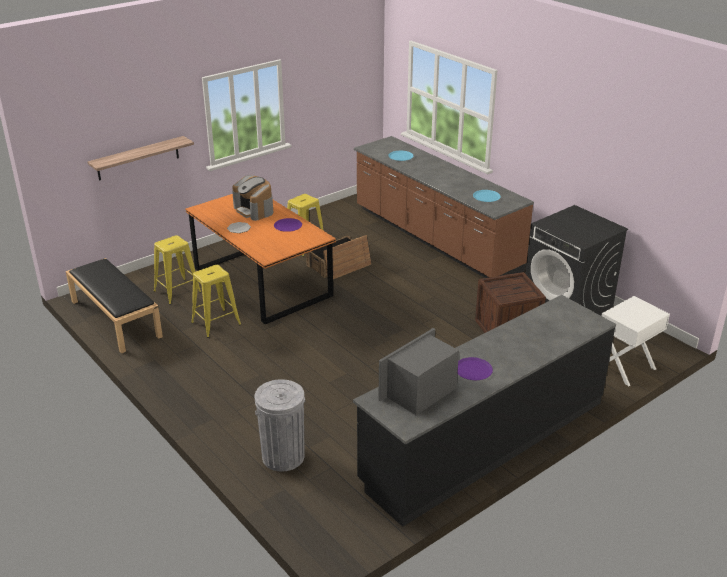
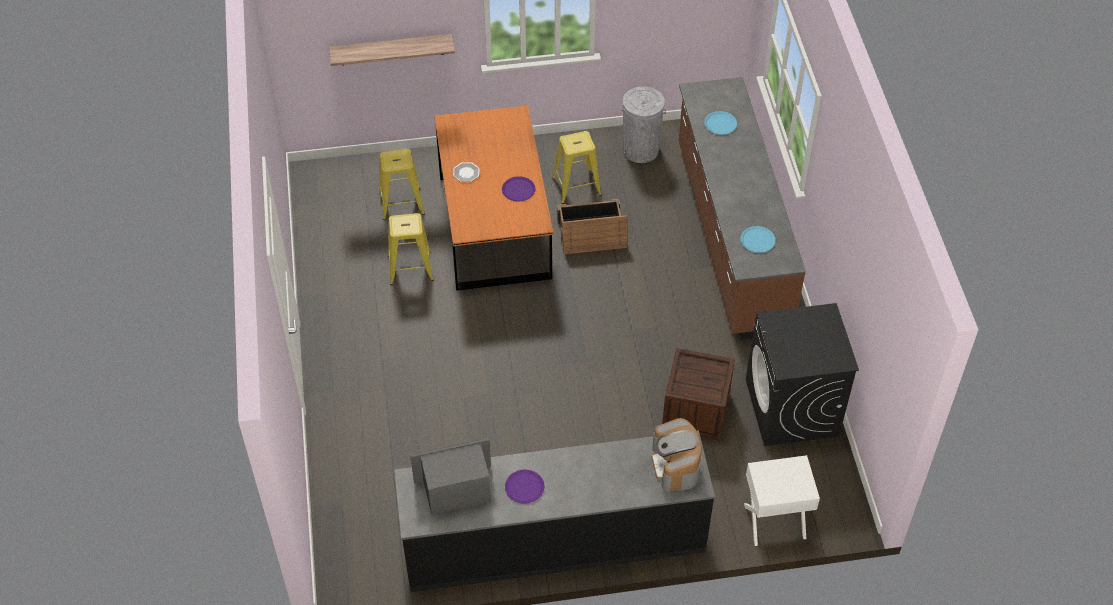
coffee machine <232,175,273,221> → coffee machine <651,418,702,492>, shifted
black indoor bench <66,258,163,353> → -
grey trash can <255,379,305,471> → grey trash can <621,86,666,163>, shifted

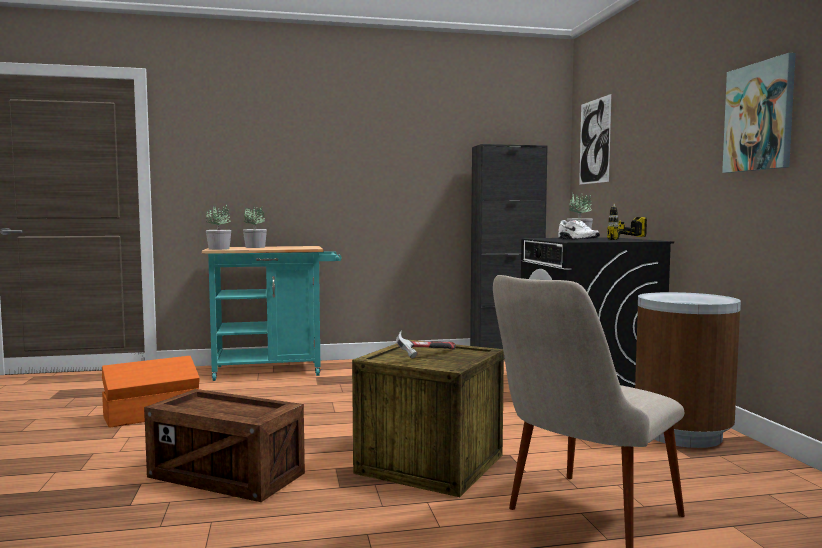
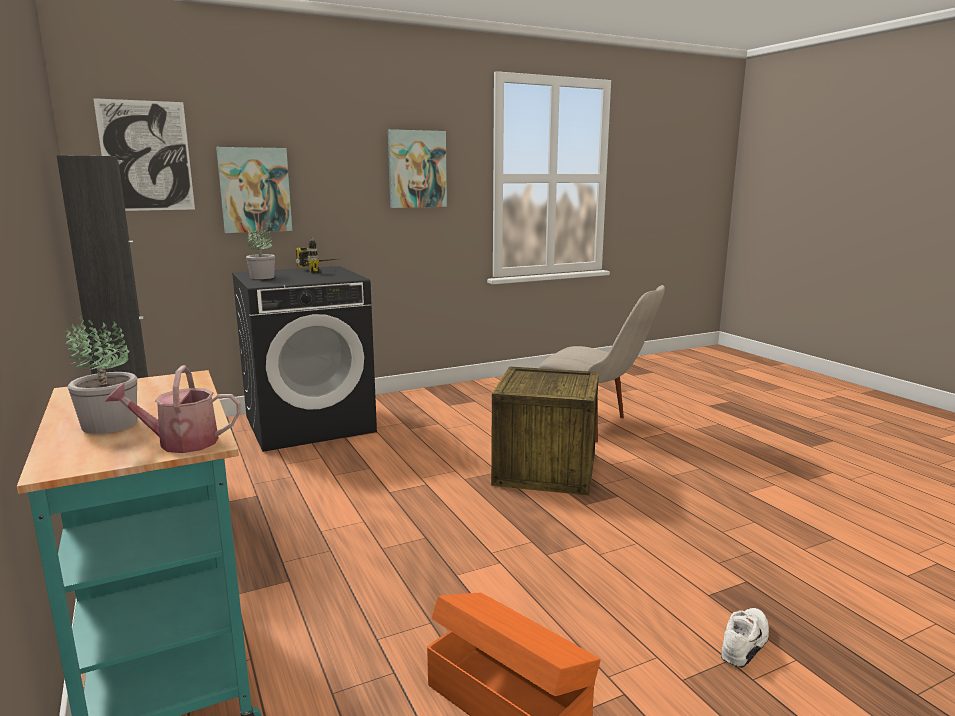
houseplant <206,205,231,250> → watering pot <105,365,241,453>
white shoe <558,220,600,239> → white shoe <721,608,769,668>, shifted
brownish trash can <635,292,741,448> → -
hammer <396,330,456,359> → -
packing crate <144,389,305,502> → -
- → picture <216,147,292,233>

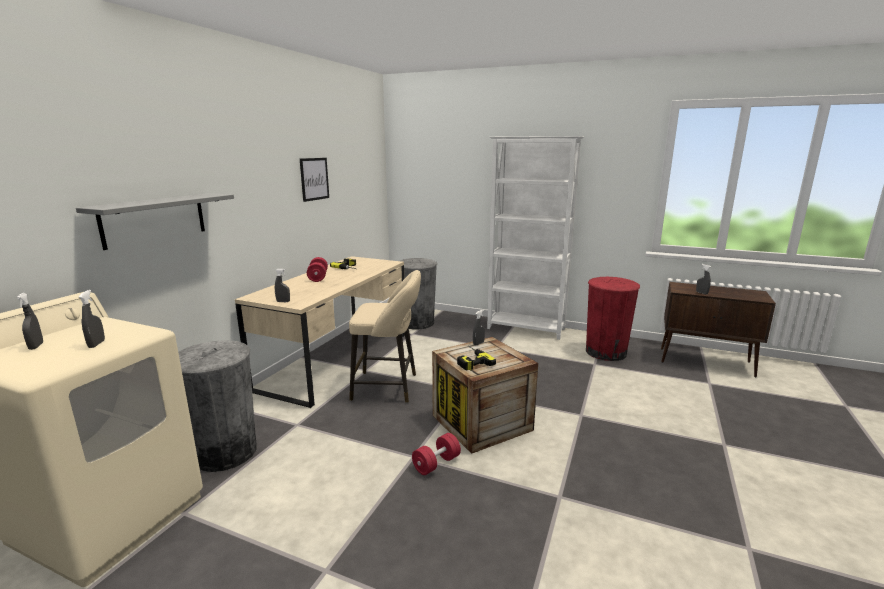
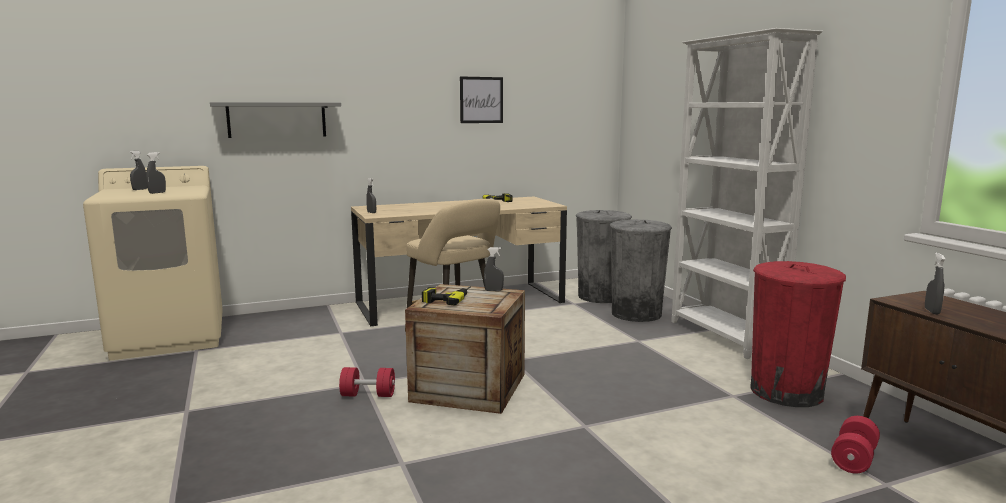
reddish hand weight <307,257,328,282> → reddish hand weight <831,416,880,473>, shifted
grey trash can <178,340,257,472> → grey trash can <610,219,672,322>, shifted

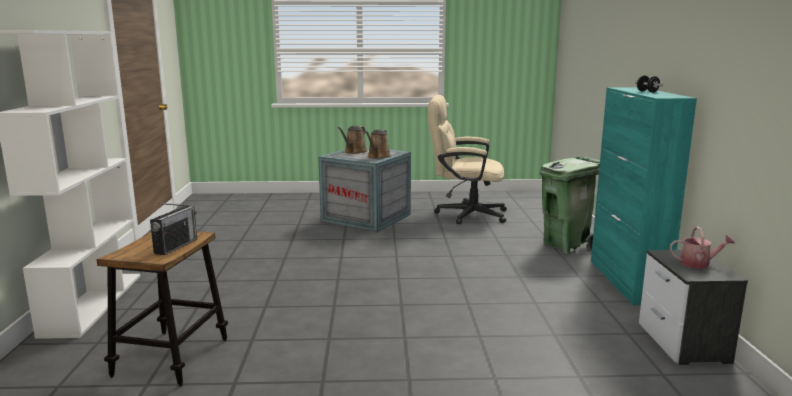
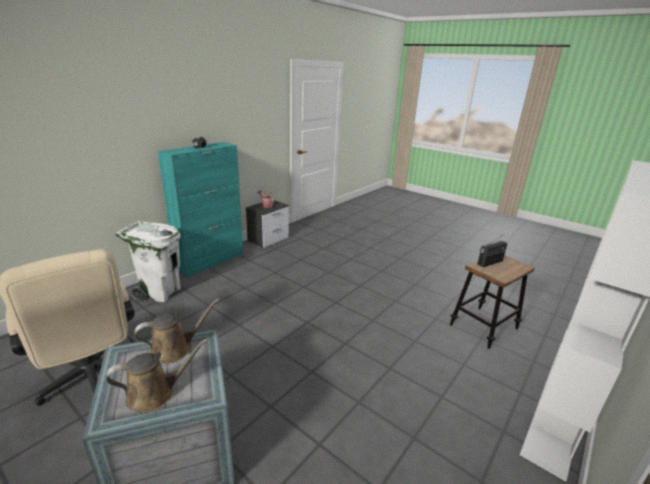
green-coloured trash can <539,156,600,254> → white trash can <115,221,181,302>

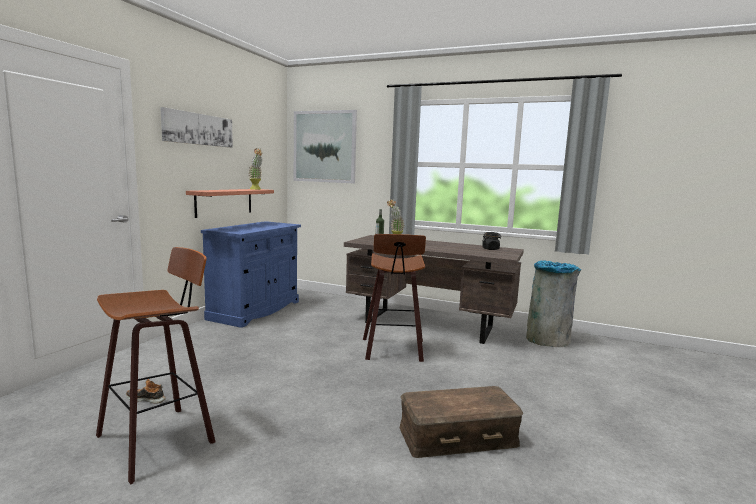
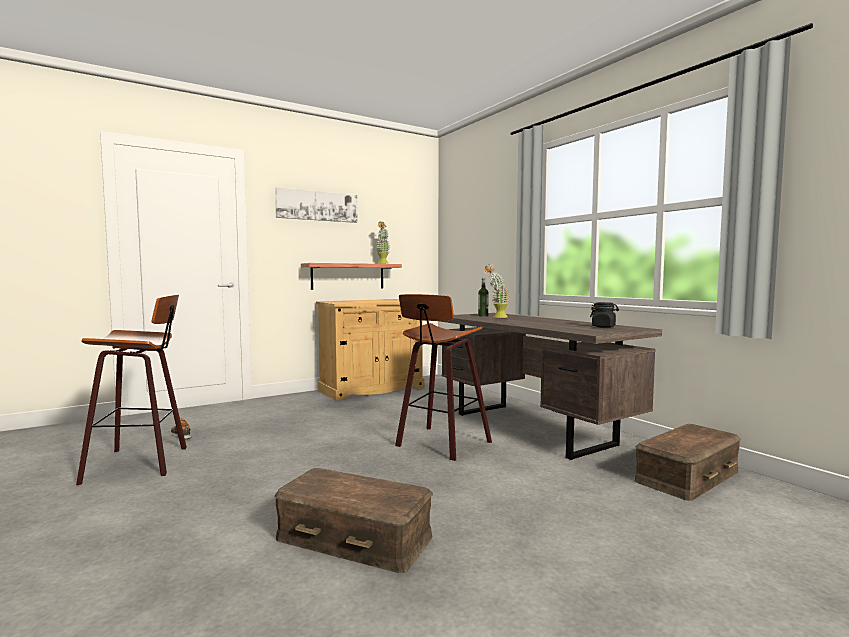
picture <294,110,357,183> → -
blue storage cabinet <201,221,301,328> → beige-coloured storage cabinet <316,299,424,400>
grey trash can <526,261,581,347> → brownish storage box <634,424,741,501>

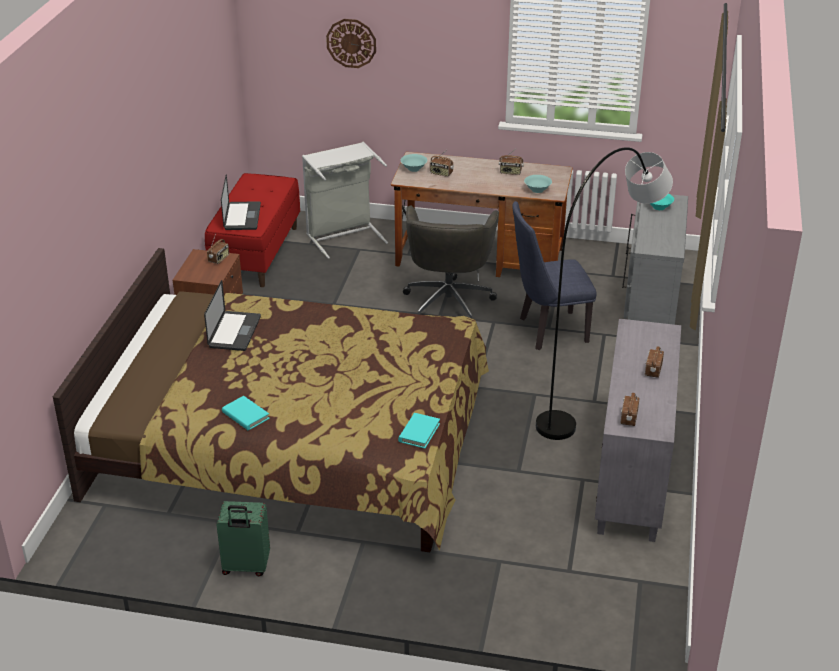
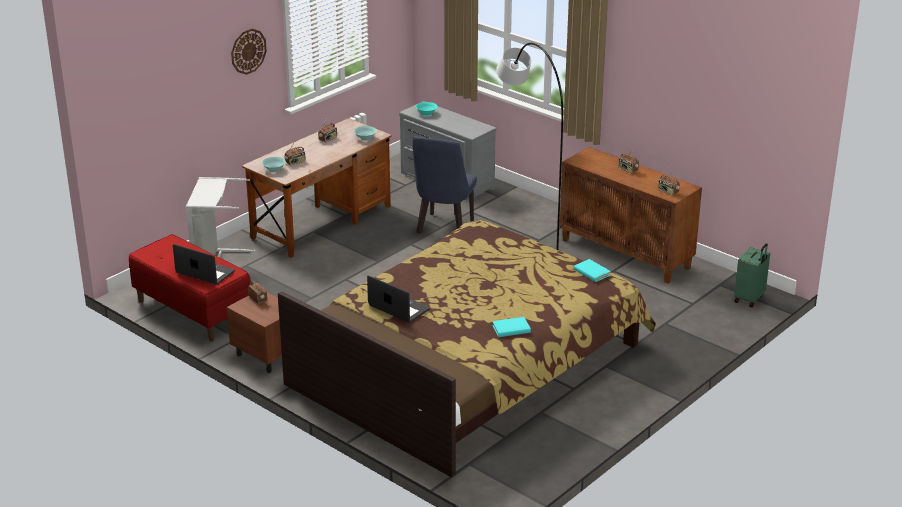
wall clock <326,19,376,68> → wall clock <231,29,267,75>, shifted
grey computer chair <403,205,499,318> → -
grey storage cabinet <595,319,681,542> → brownish storage cabinet <559,147,702,283>
green-coloured piece of luggage <217,501,270,576> → green-coloured piece of luggage <734,243,770,308>, shifted

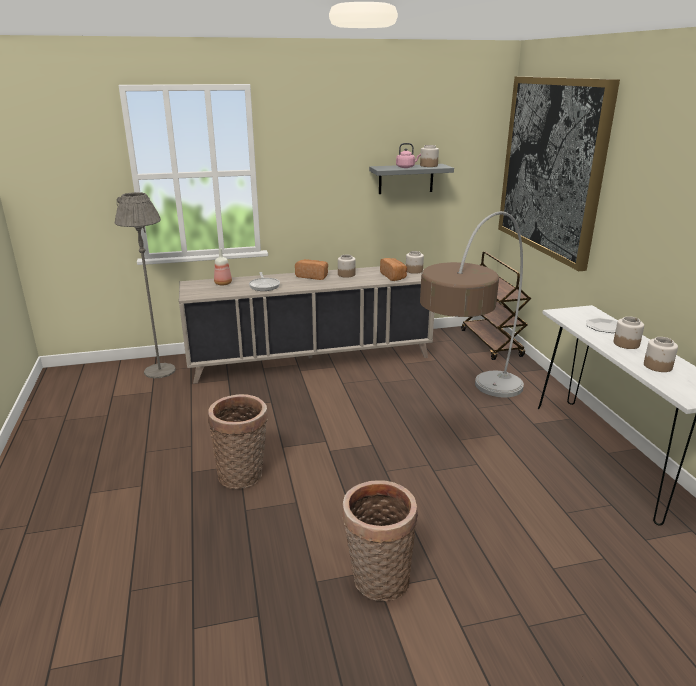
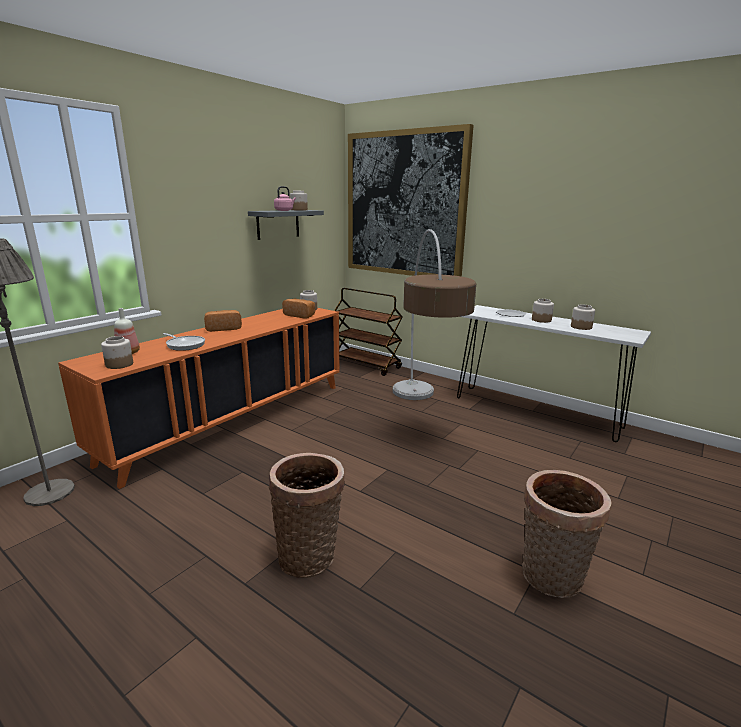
preserve jar <338,254,356,278> → preserve jar <101,336,133,369>, shifted
beige-coloured storage cabinet <179,264,434,384> → orangey storage cabinet <58,308,340,489>

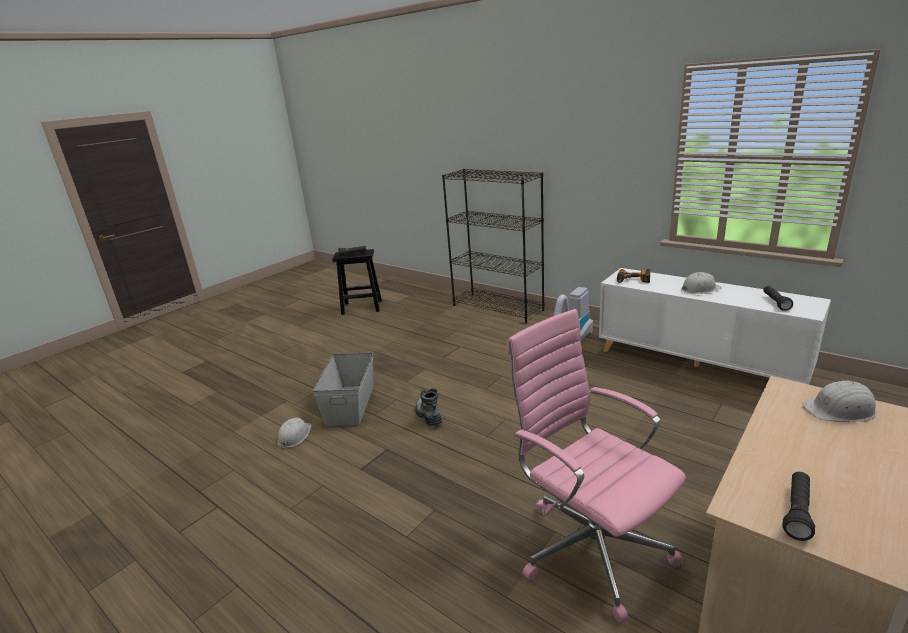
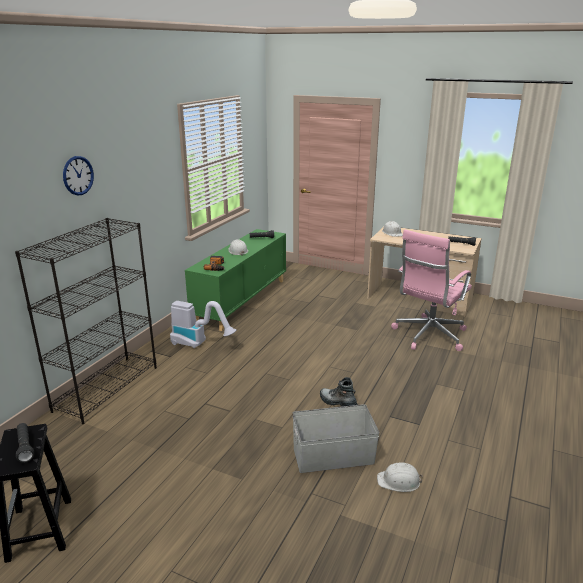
white storage cabinet <599,268,831,385> → green-coloured storage cabinet <185,229,286,331>
high-top boot <415,389,442,426> → high-top boot <320,377,358,407>, 75 degrees clockwise
- → wall clock <63,156,94,195>

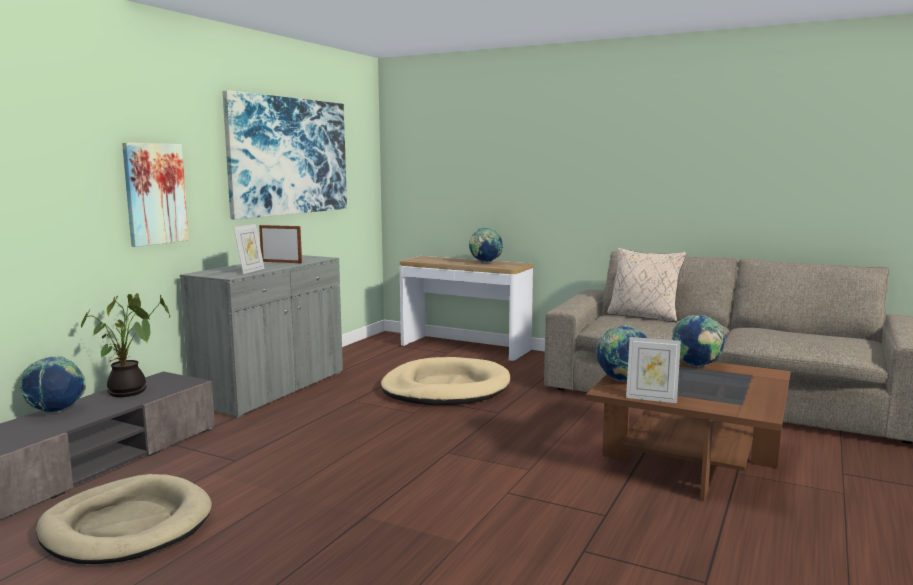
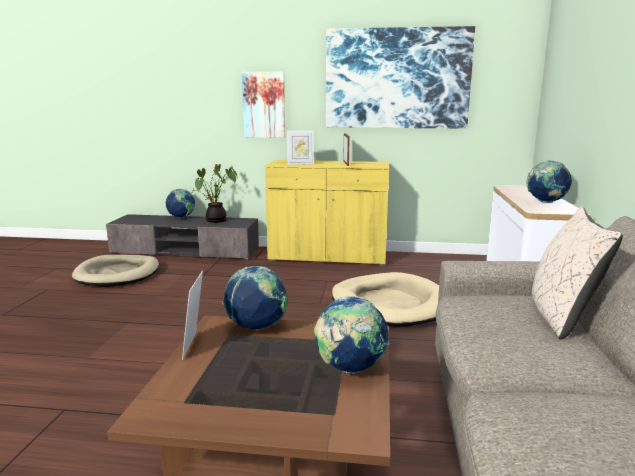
grey storage cabinet <180,255,343,419> → yellow-coloured storage cabinet <265,160,389,266>

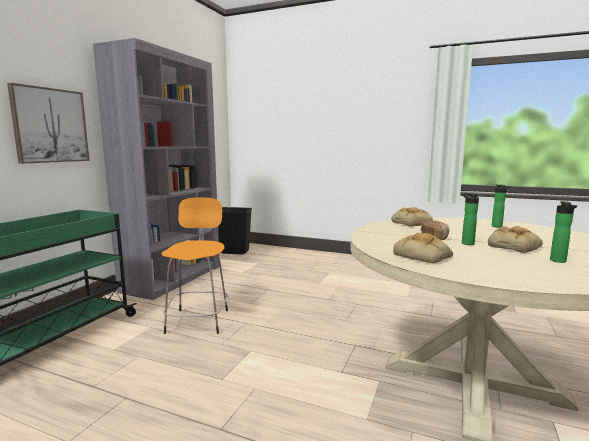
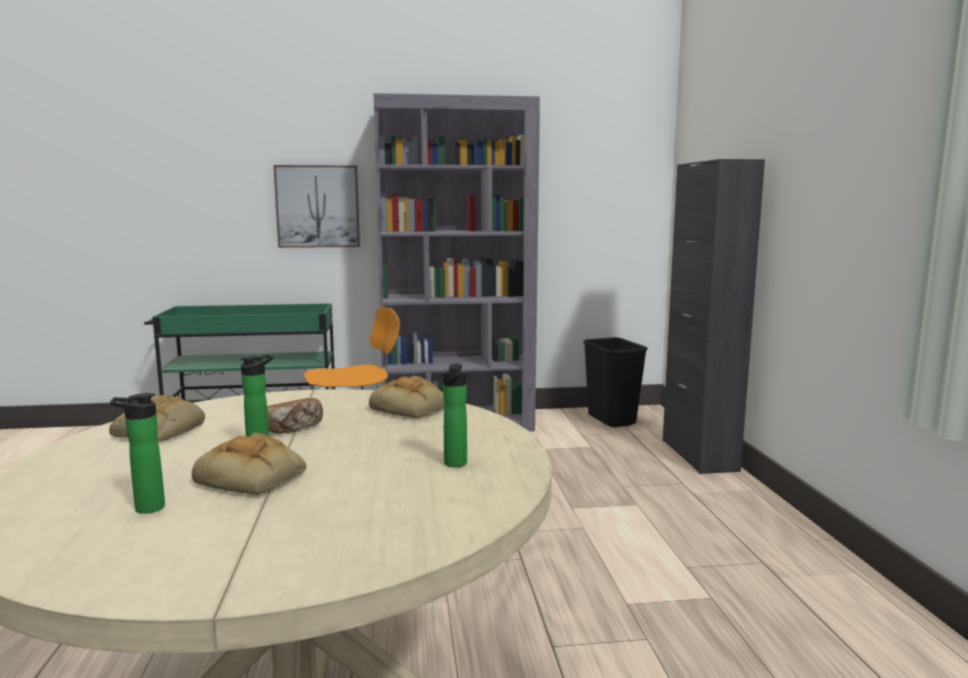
- → black storage cabinet <663,159,765,474>

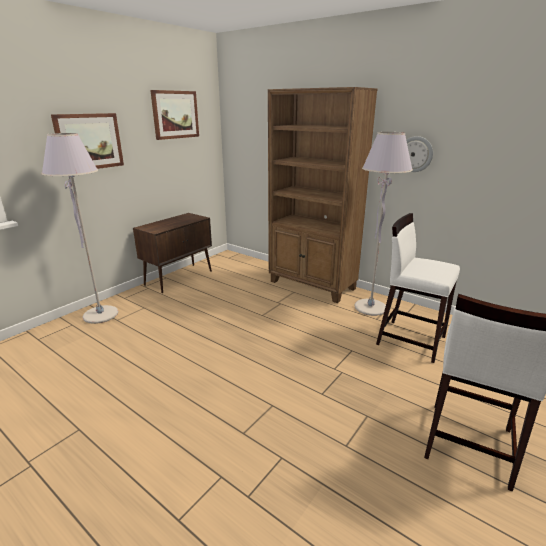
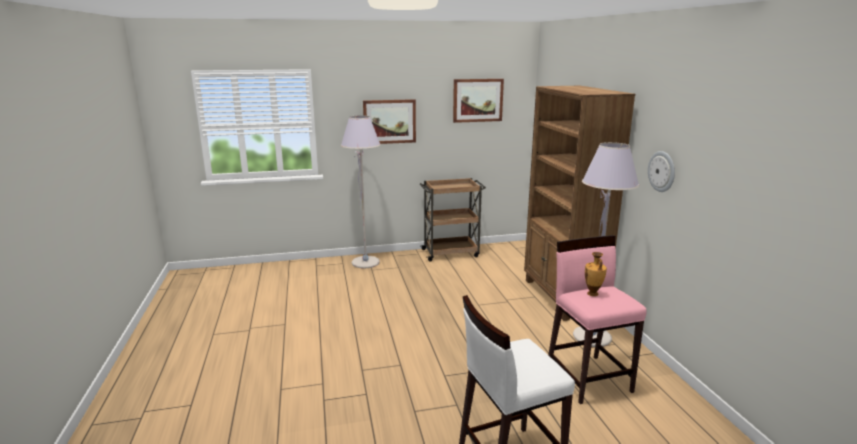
brownish storage cabinet <133,213,212,293> → brownish trolley <420,178,486,261>
white sitting stool <376,213,460,363> → pink-coloured sitting stool <548,235,646,404>
- → vase <585,252,607,296>

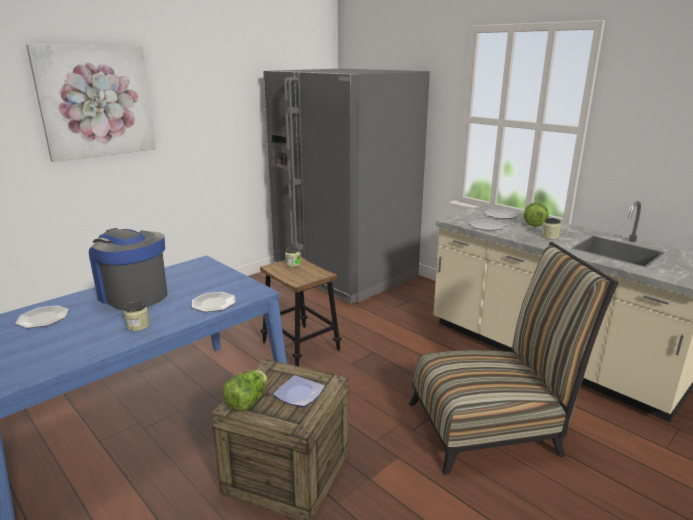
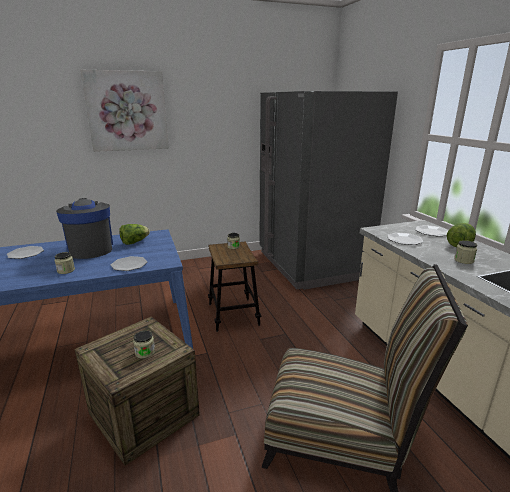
lettuce <223,370,267,411> → lettuce <119,224,150,245>, shifted
plate <273,375,325,407> → preserve jar <133,331,155,359>

